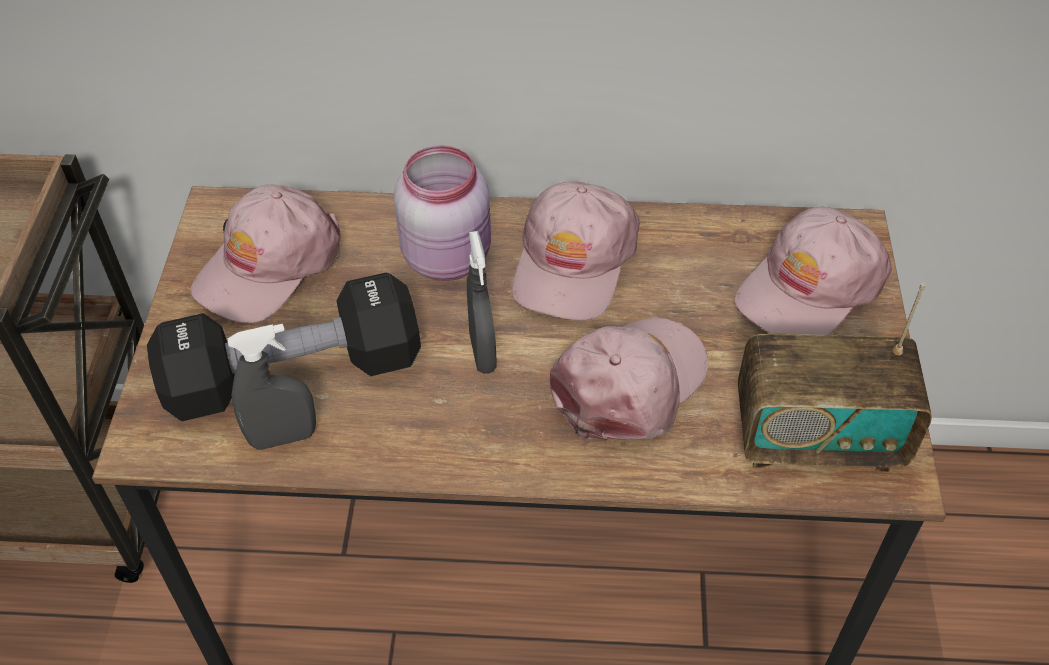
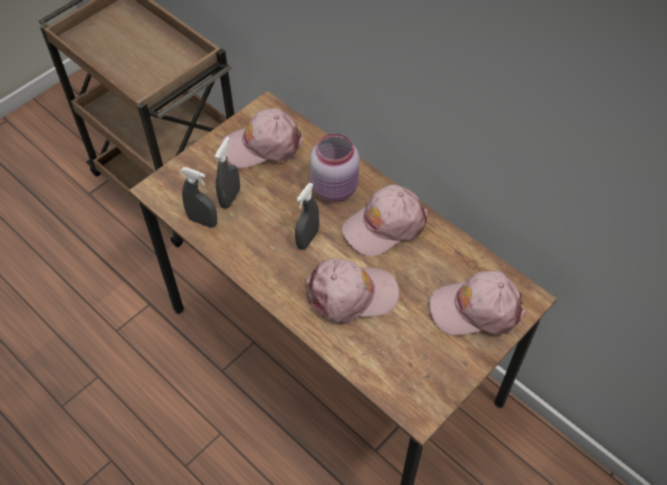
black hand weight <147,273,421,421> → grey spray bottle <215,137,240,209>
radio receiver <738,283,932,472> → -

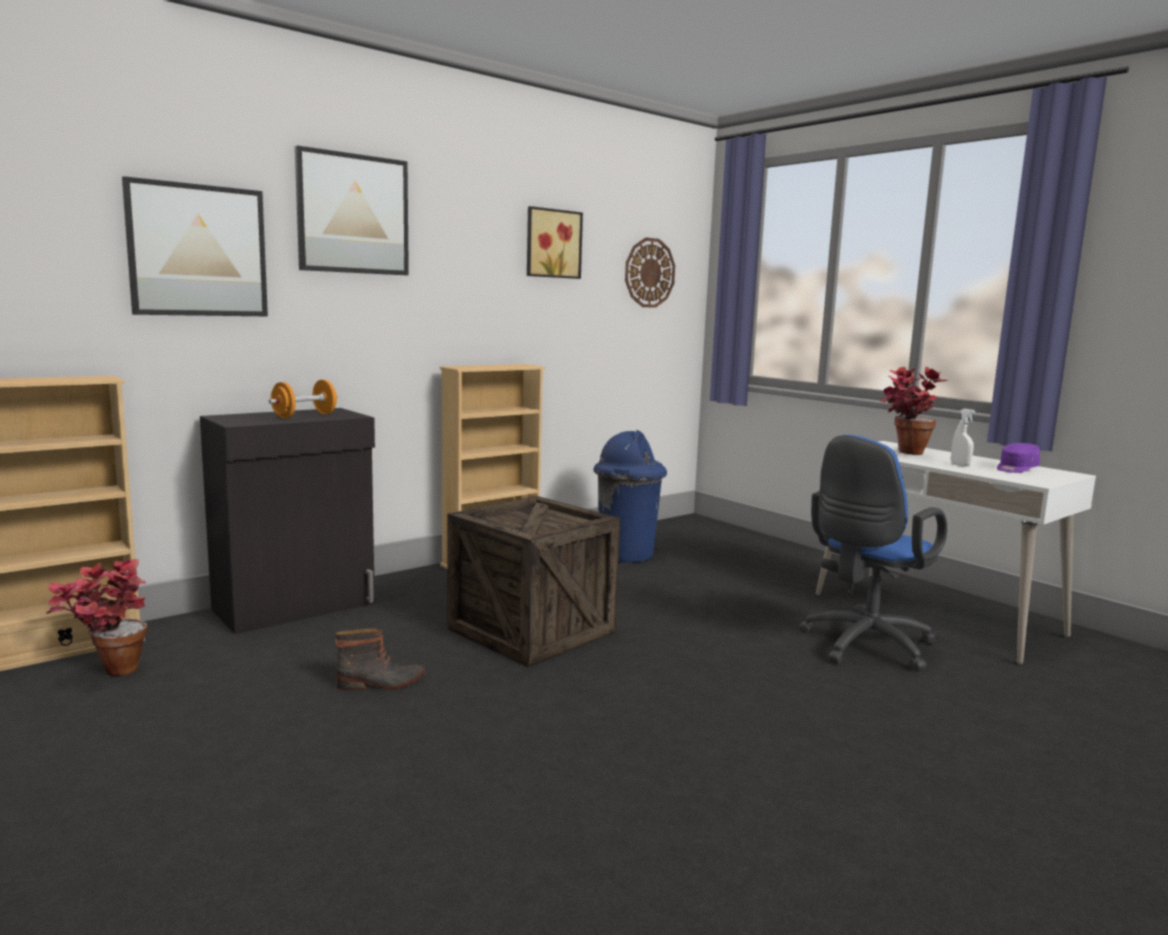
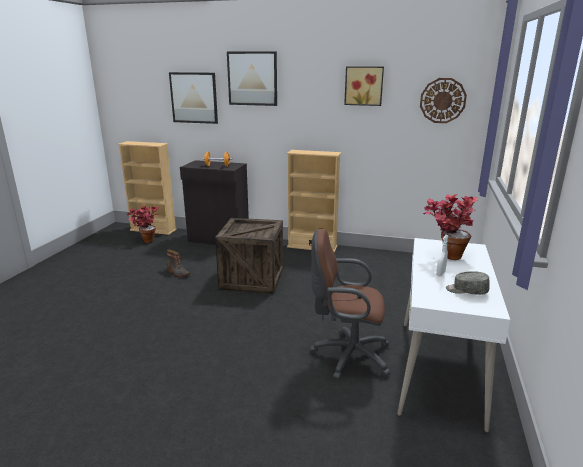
blue trash can <594,430,667,563> → -
blue computer chair <799,435,947,671> → brownish computer chair <310,228,391,380>
purplish baseball cap <997,443,1040,473> → grey baseball cap <446,271,490,295>

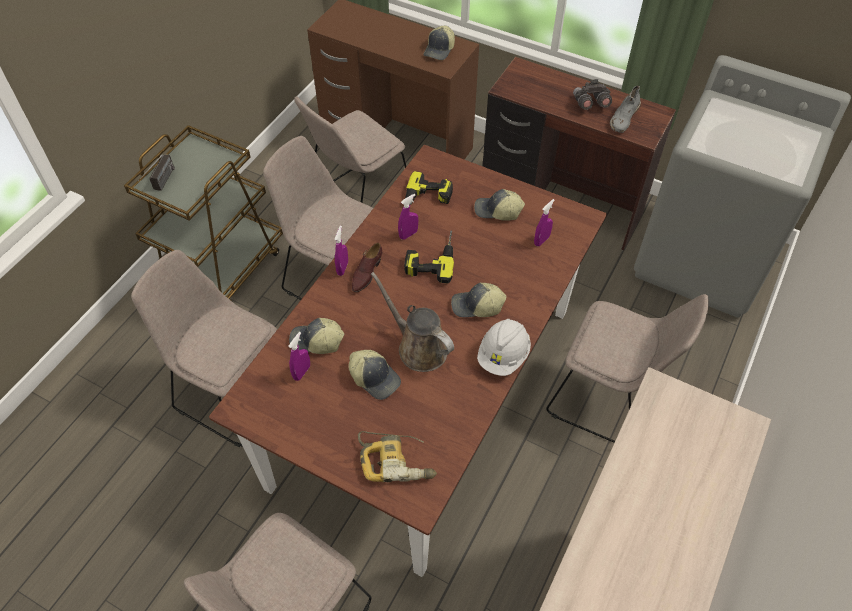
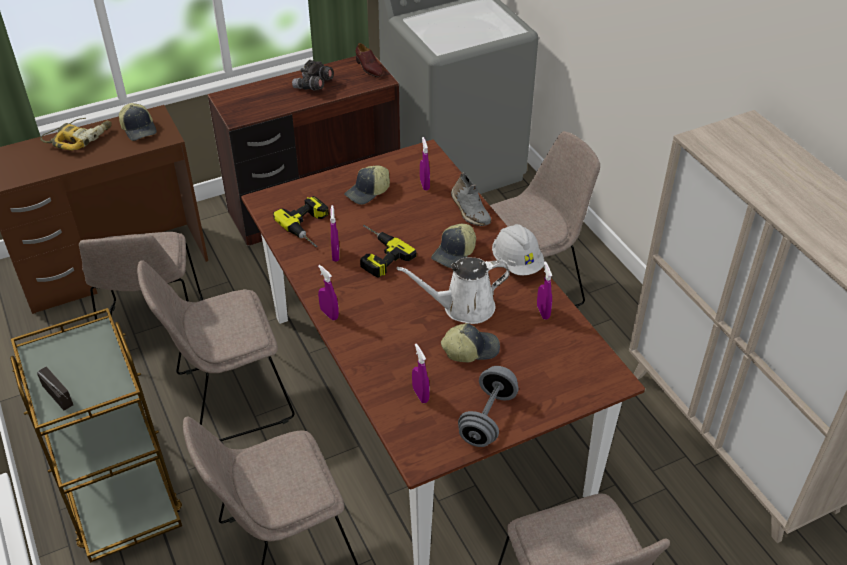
grey shoe <610,86,641,133> → grey shoe <451,172,491,226>, shifted
brownish shoe <352,243,382,292> → brownish shoe <356,43,383,77>, shifted
brownish watering pot <371,272,454,372> → white watering pot <397,257,510,324>
baseball cap <289,318,344,354> → -
power drill <358,431,437,482> → power drill <41,118,112,150>, shifted
- → purplish spray bottle <537,261,552,320>
- → grey hand weight <458,366,519,447>

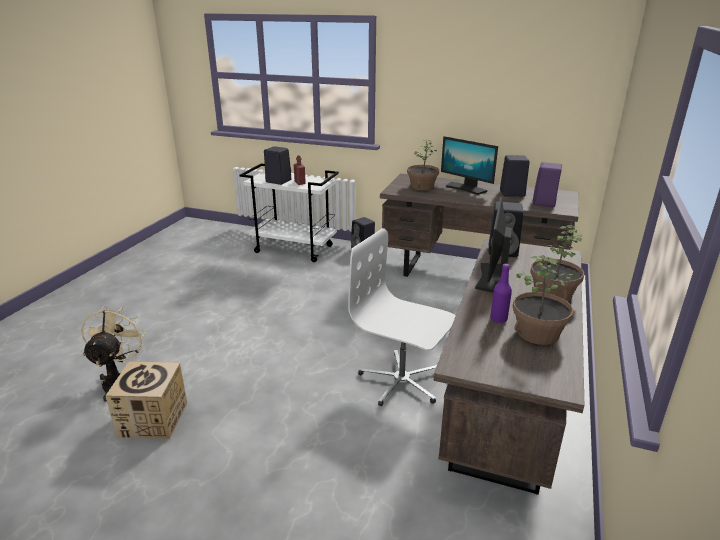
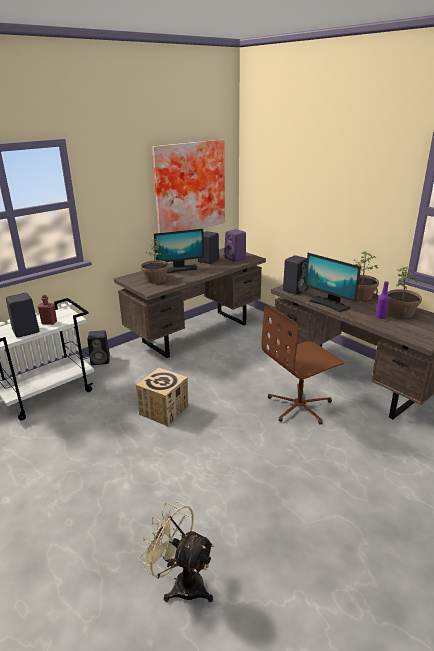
white computer chair <348,228,455,406> → brownish computer chair <261,304,344,425>
carton <105,362,187,439> → carton <136,367,188,426>, shifted
- → picture <152,139,225,233>

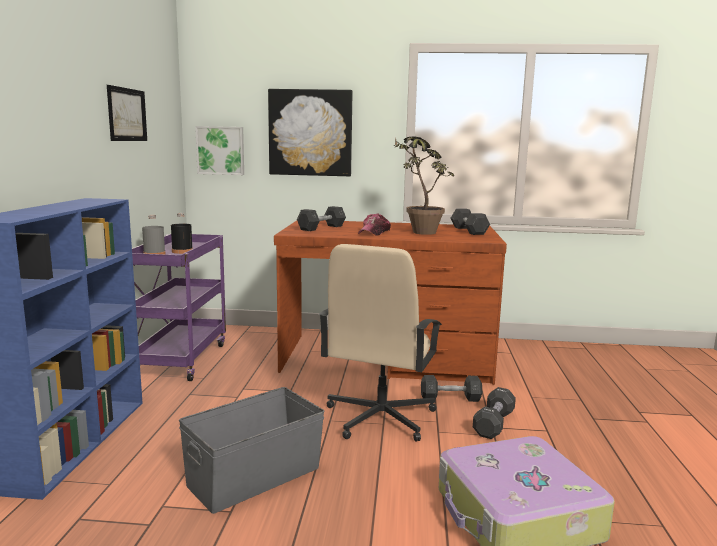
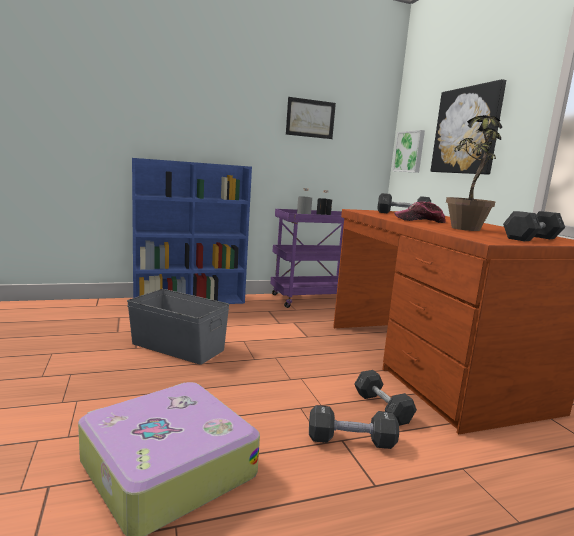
beige-coloured computer chair <319,244,442,442> → -

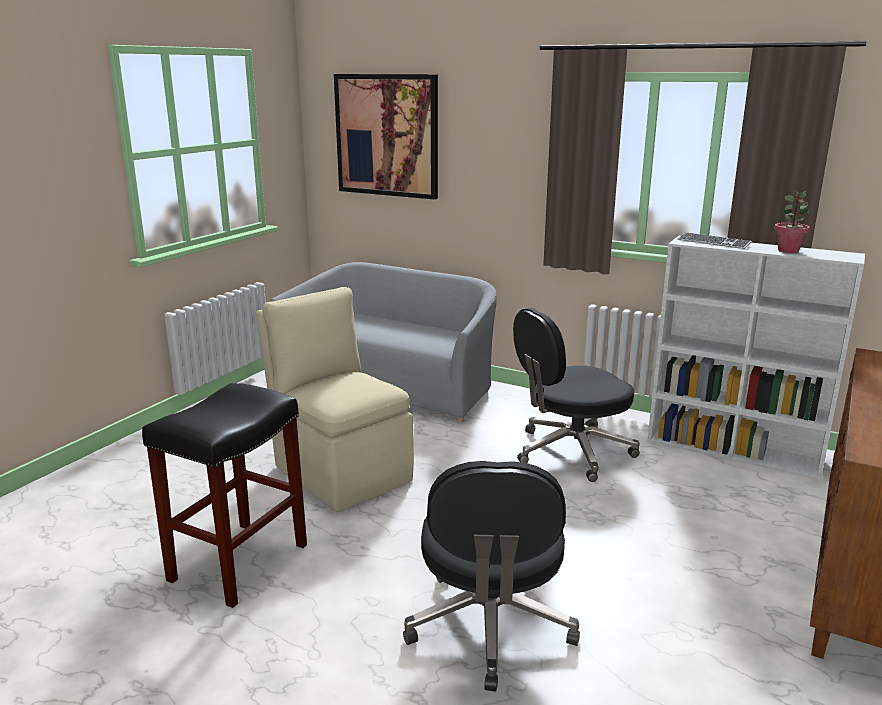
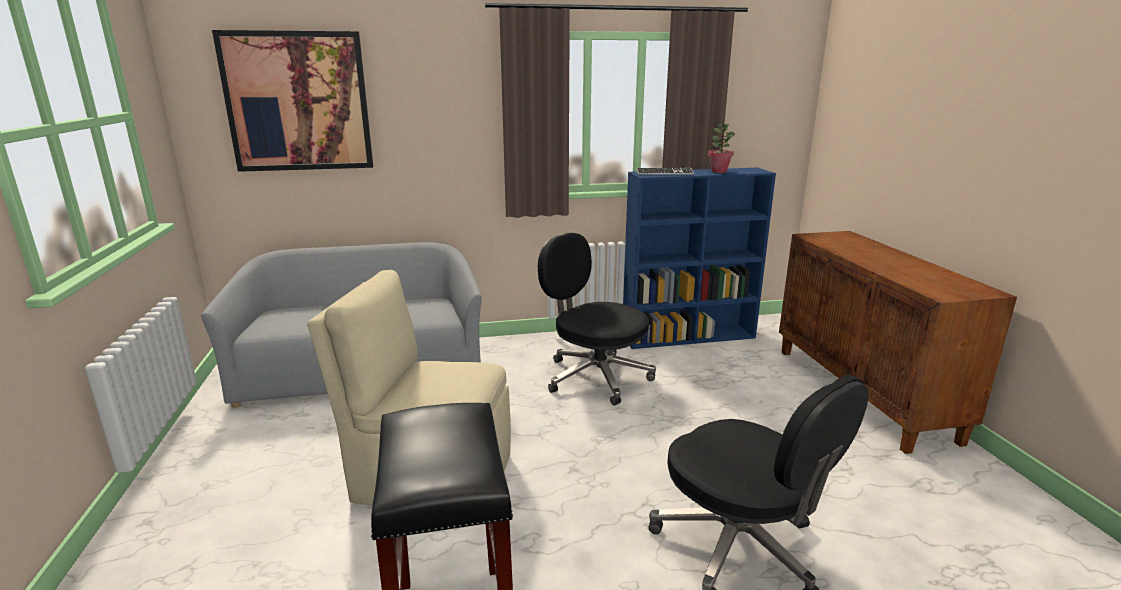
white bookcase <647,236,865,480> → blue bookcase <623,168,776,349>
black computer chair <513,308,640,482> → black computer chair <538,233,656,406>, 105 degrees clockwise

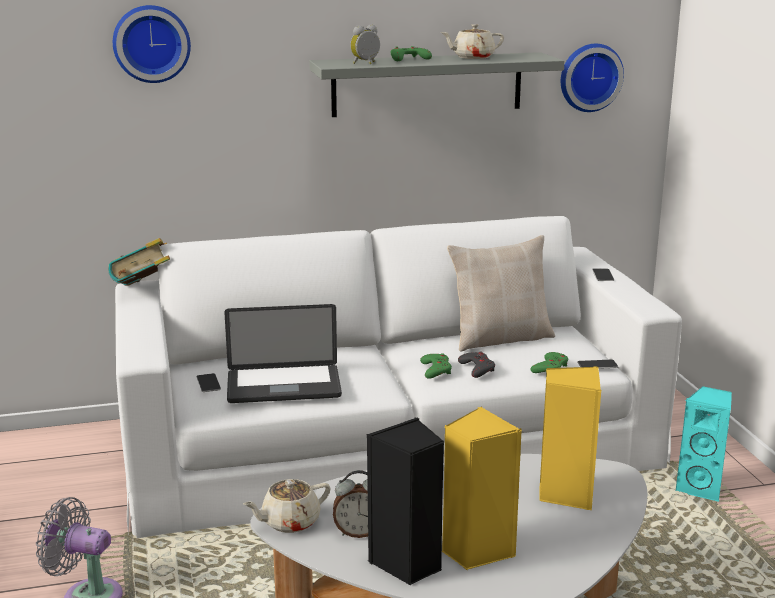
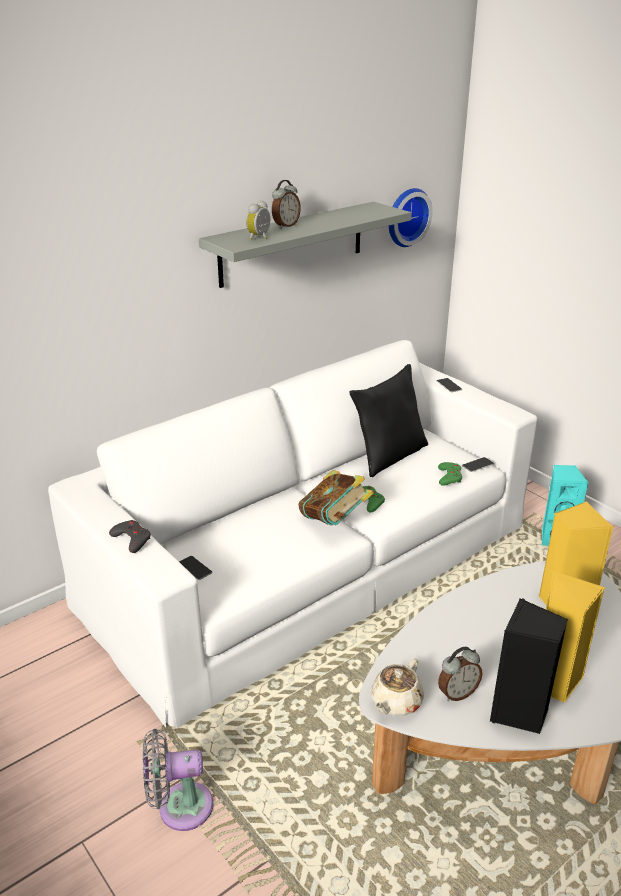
wall clock <113,5,191,83> → -
beige-coloured pot for tea <441,24,504,59> → -
green-coloured joypad <390,46,432,61> → table clock <272,180,301,229>
beige-coloured cushion <447,235,555,352> → black cushion <349,364,428,477>
bound book <108,238,170,285> → bound book <298,470,374,526>, shifted
notebook computer <224,304,342,403> → -
grey joypad <458,352,495,378> → grey joypad <109,520,151,553>, shifted

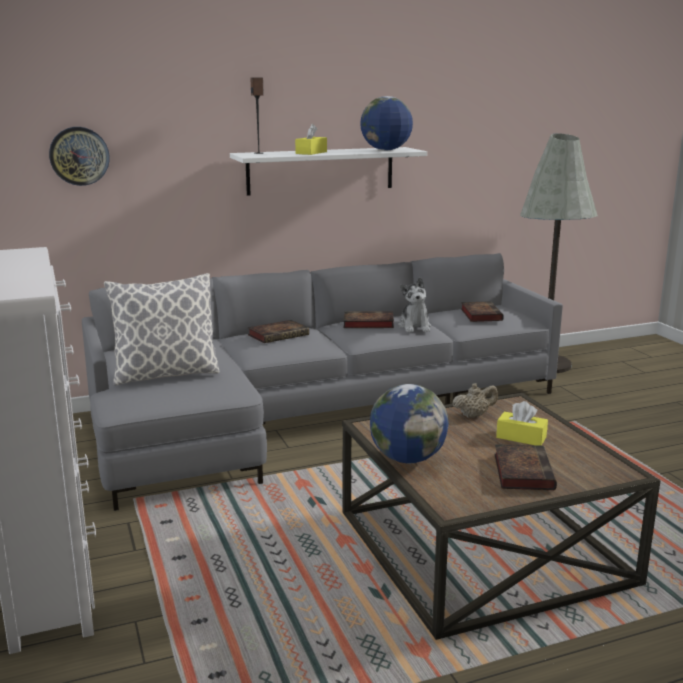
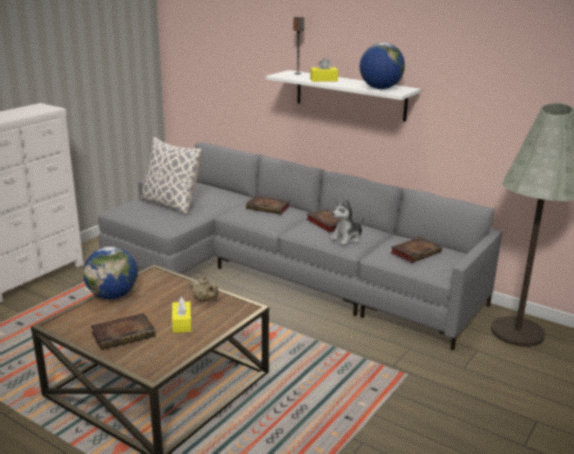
wall clock <49,127,110,186> → -

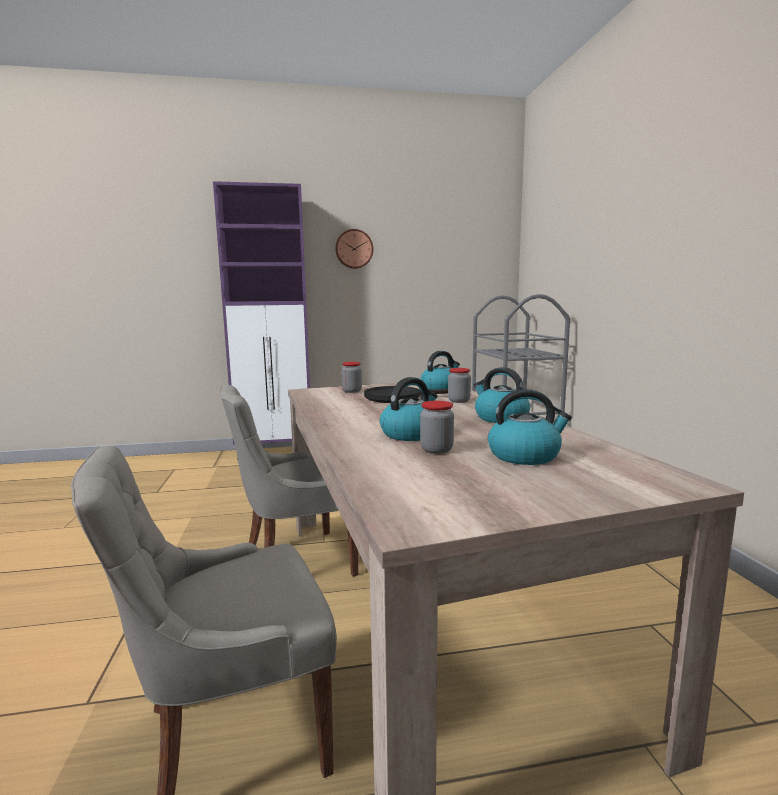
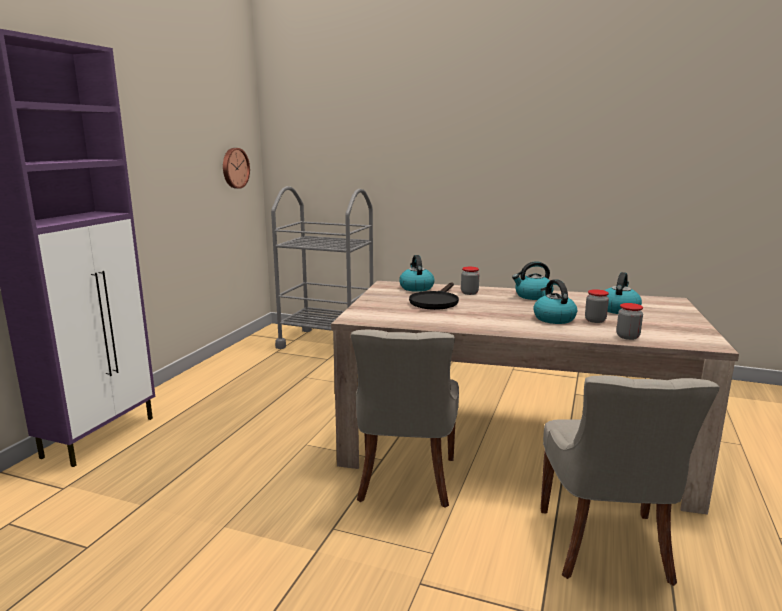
wall clock <335,229,374,269> → wall clock <223,148,250,189>, shifted
preserve jar <341,362,362,393> → preserve jar <616,303,643,340>, shifted

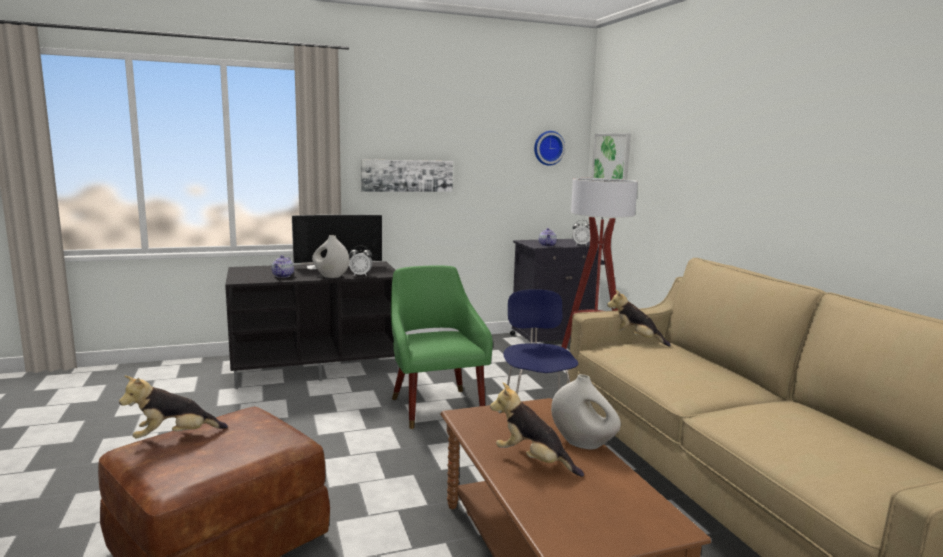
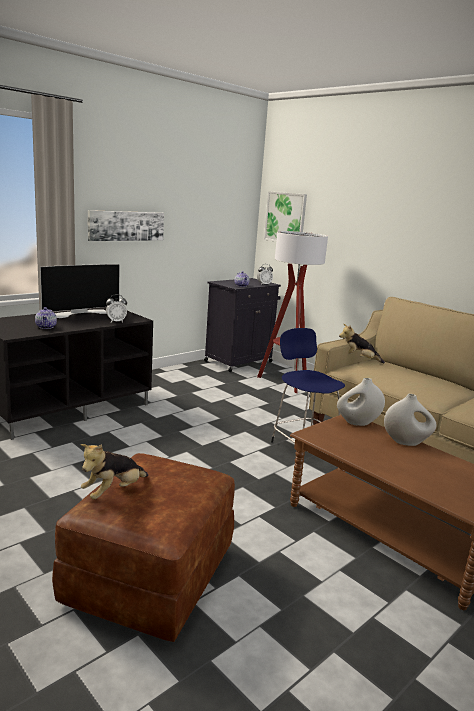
wall clock <534,131,565,166> → -
white vase <312,235,350,278> → white vase <337,378,385,426>, shifted
green-coloured lounge chair <391,265,493,429> → -
cuddly toy <490,382,584,477> → -

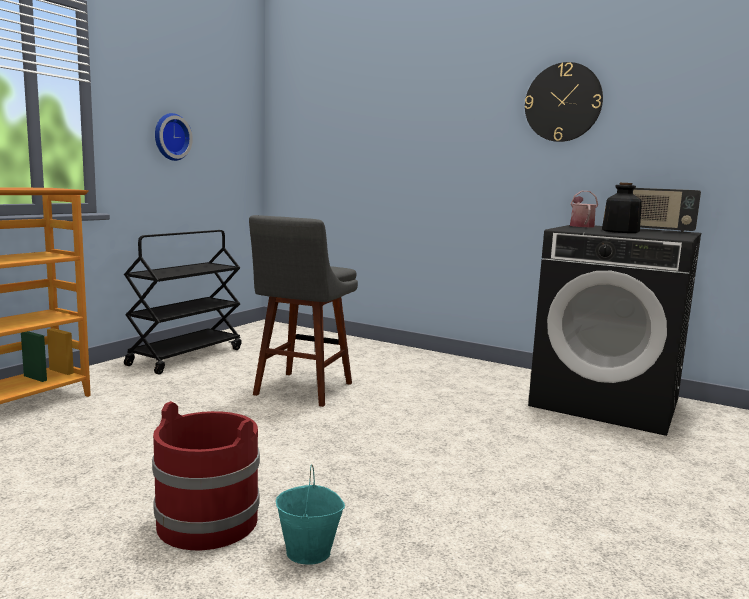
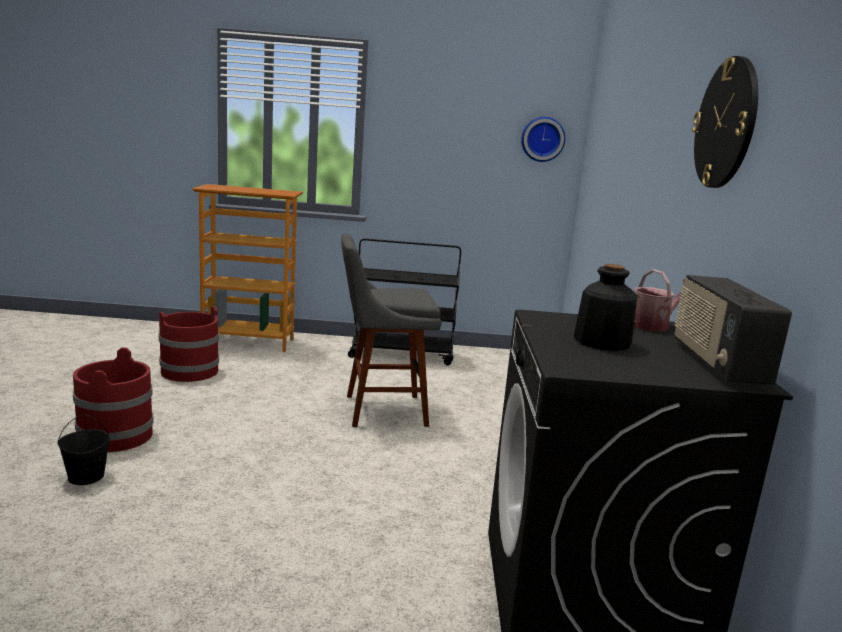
wall clock <155,113,193,161> → wall clock <521,117,565,162>, shifted
turquoise pail <276,464,345,565> → black pail <58,414,110,485>
- → reddish pail <159,306,219,382>

